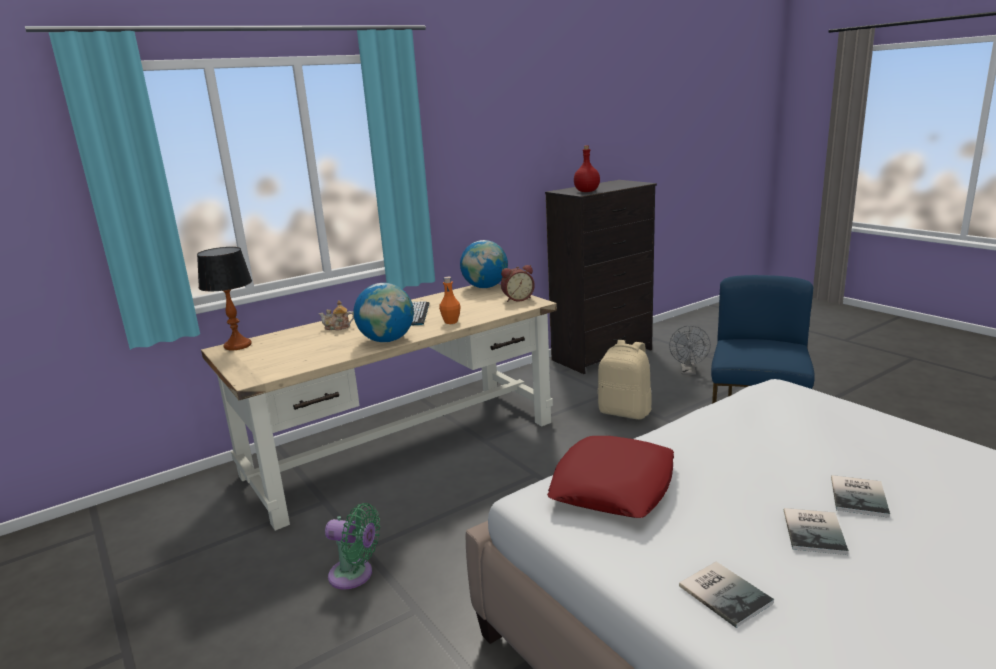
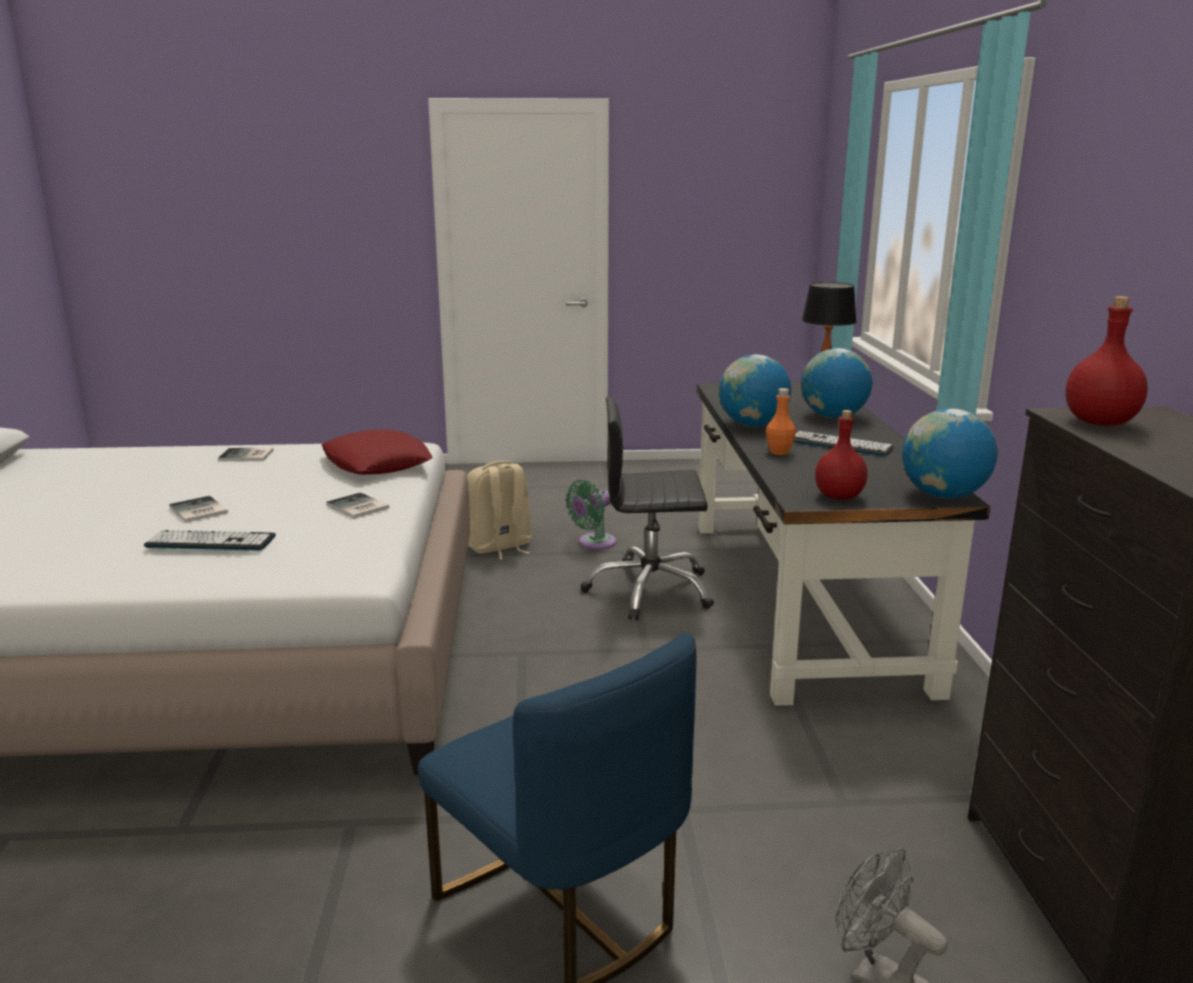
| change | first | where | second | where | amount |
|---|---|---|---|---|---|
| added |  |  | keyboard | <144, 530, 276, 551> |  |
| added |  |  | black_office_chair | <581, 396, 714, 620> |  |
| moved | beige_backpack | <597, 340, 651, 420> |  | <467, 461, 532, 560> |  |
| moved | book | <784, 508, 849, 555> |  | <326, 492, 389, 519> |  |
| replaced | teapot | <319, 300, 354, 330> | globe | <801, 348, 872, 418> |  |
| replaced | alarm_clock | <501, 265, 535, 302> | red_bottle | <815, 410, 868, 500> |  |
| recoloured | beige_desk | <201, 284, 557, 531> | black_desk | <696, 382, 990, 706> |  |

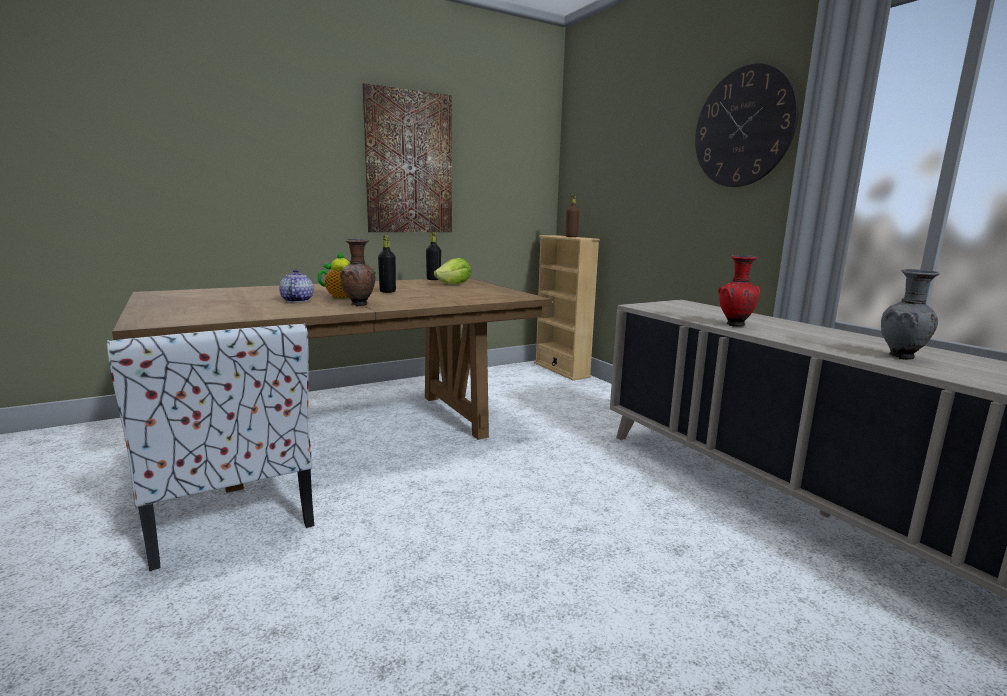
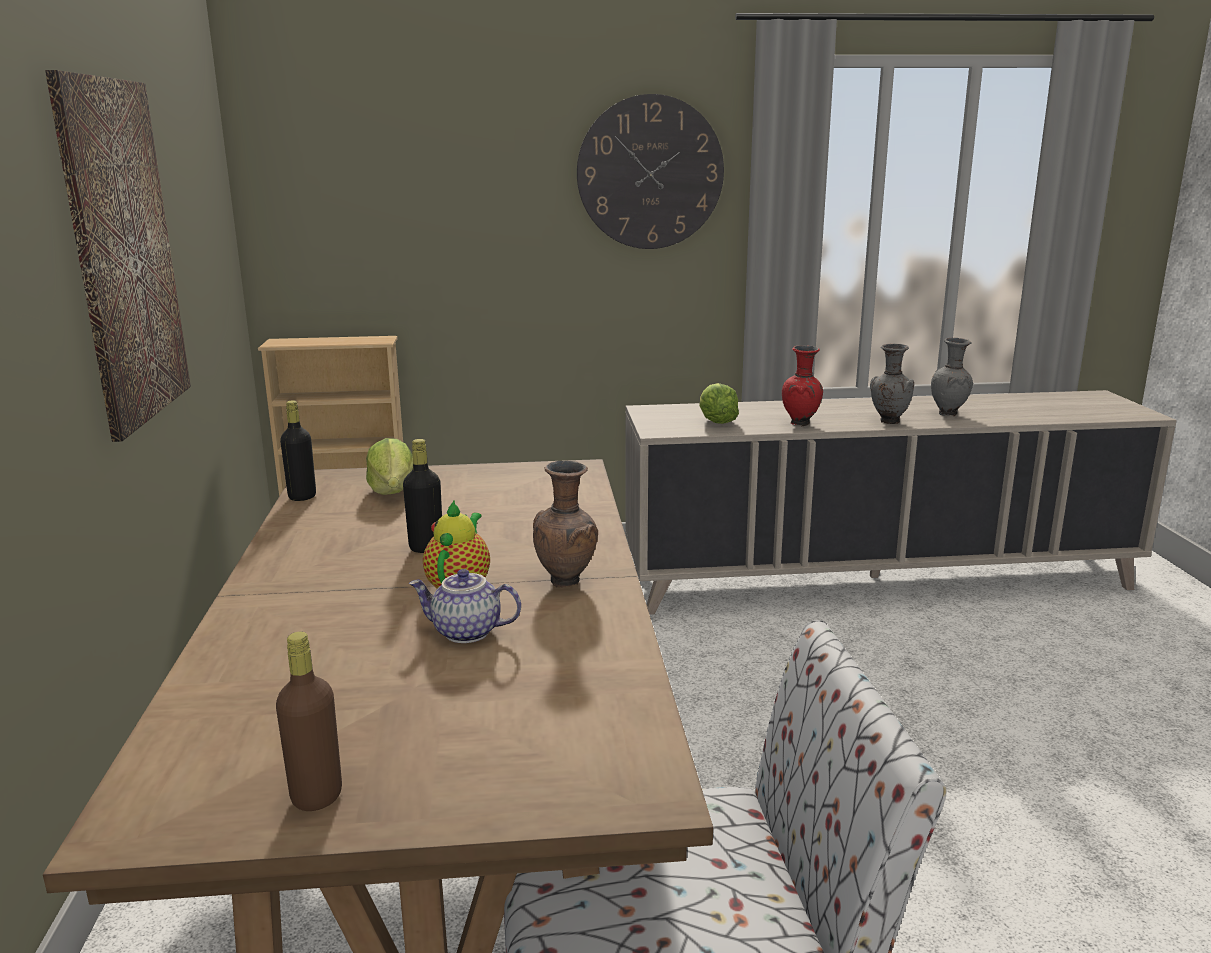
| change | first | where | second | where | amount |
|---|---|---|---|---|---|
| added |  |  | lettuce | <699, 383, 739, 424> |  |
| added |  |  | grey_vase | <870, 343, 914, 424> |  |
| moved | brown_bottle | <566, 195, 580, 237> |  | <276, 632, 342, 811> |  |

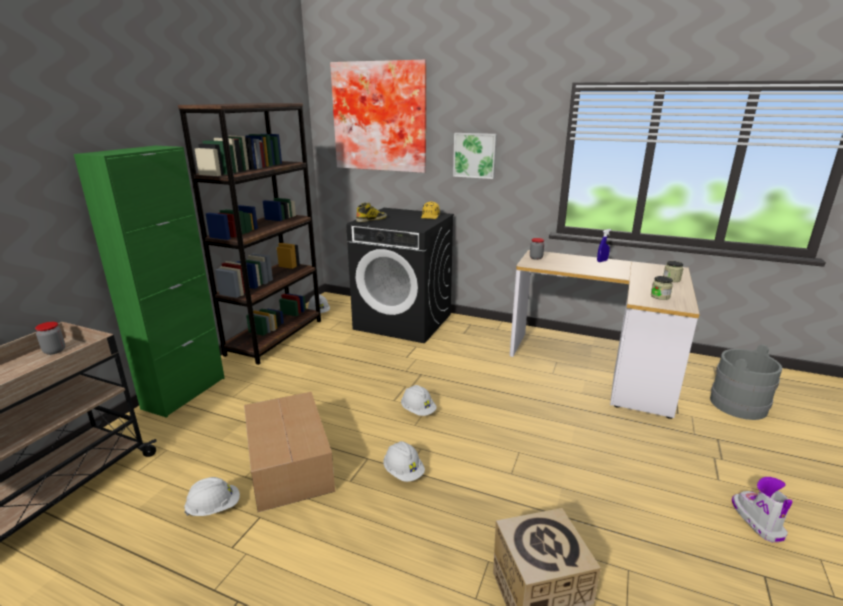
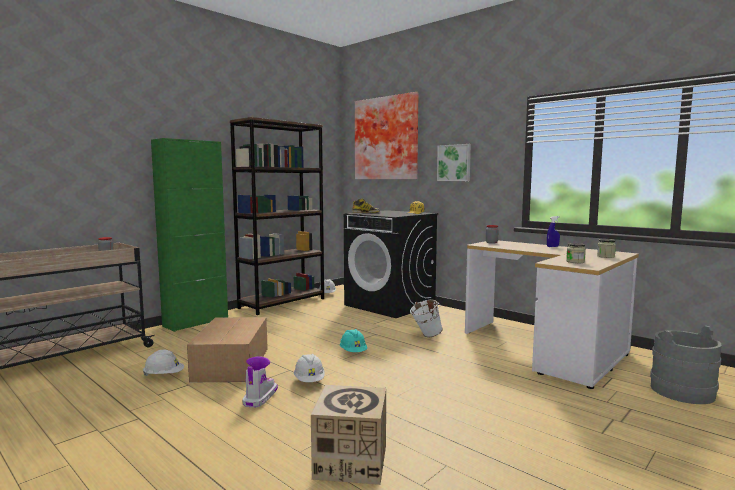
| change | first | where | second | where | amount |
|---|---|---|---|---|---|
| added |  |  | white_bucket | <410, 300, 443, 337> |  |
| moved | boot | <732, 477, 792, 542> |  | <242, 356, 278, 408> |  |
| recoloured | white_hard_hat | <401, 385, 437, 416> | turquoise_hard_hat | <340, 329, 367, 352> |  |

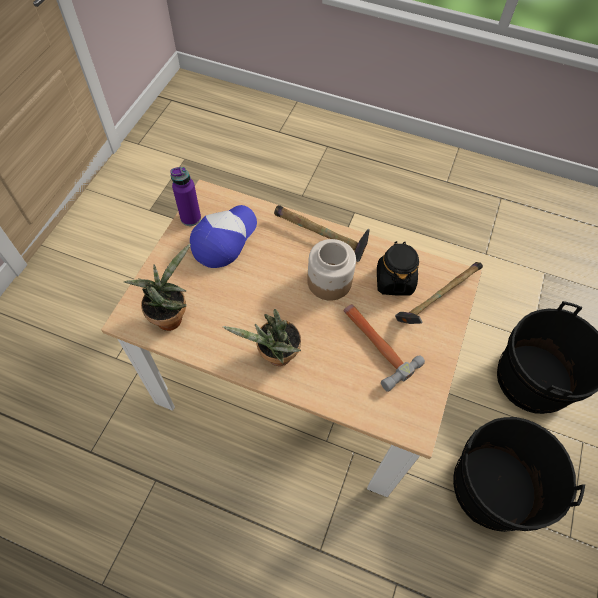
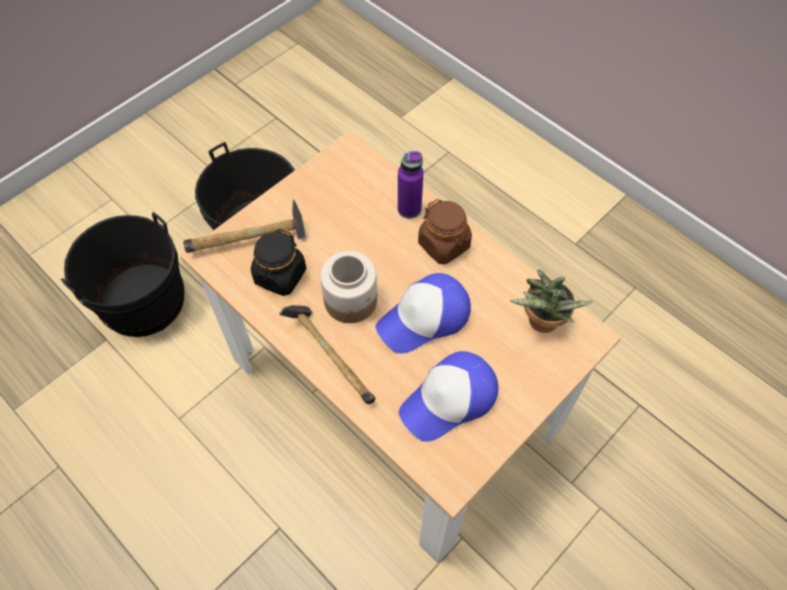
| change | first | where | second | where | amount |
|---|---|---|---|---|---|
| removed | hammer | <343, 304, 425, 392> |  |  |  |
| added |  |  | cap | <375, 273, 471, 354> |  |
| moved | purple_bottle | <170, 167, 201, 226> |  | <398, 151, 423, 219> |  |
| replaced | potted_plant | <222, 309, 301, 366> | brown_jar | <418, 199, 472, 264> |  |

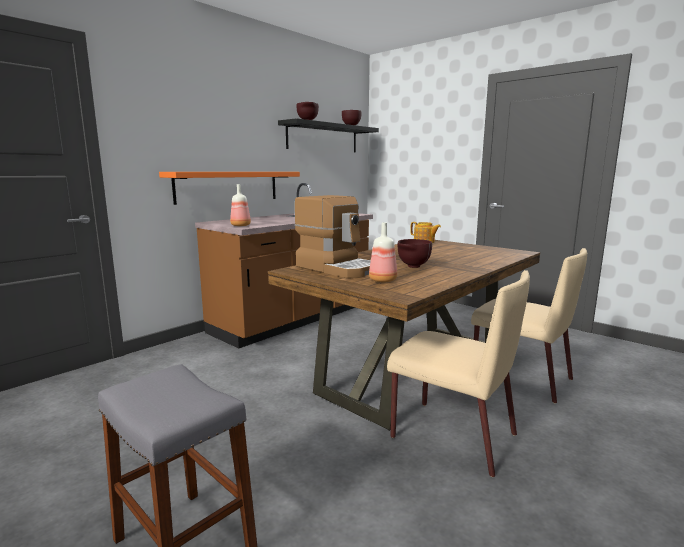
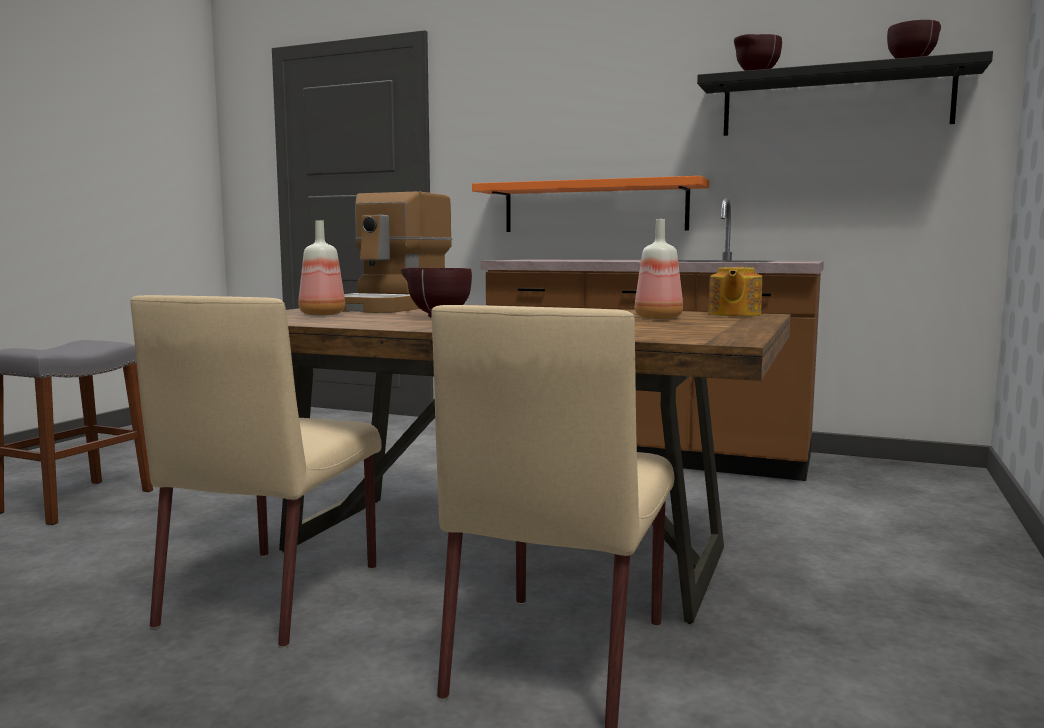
| change | first | where | second | where | amount |
|---|---|---|---|---|---|
| moved | bottle | <230, 184, 251, 226> |  | <635, 219, 683, 319> |  |

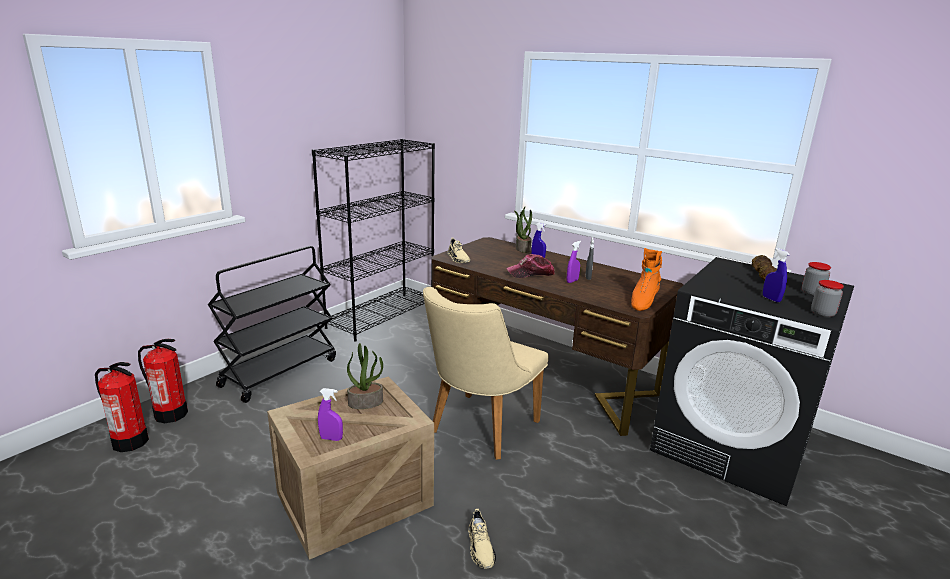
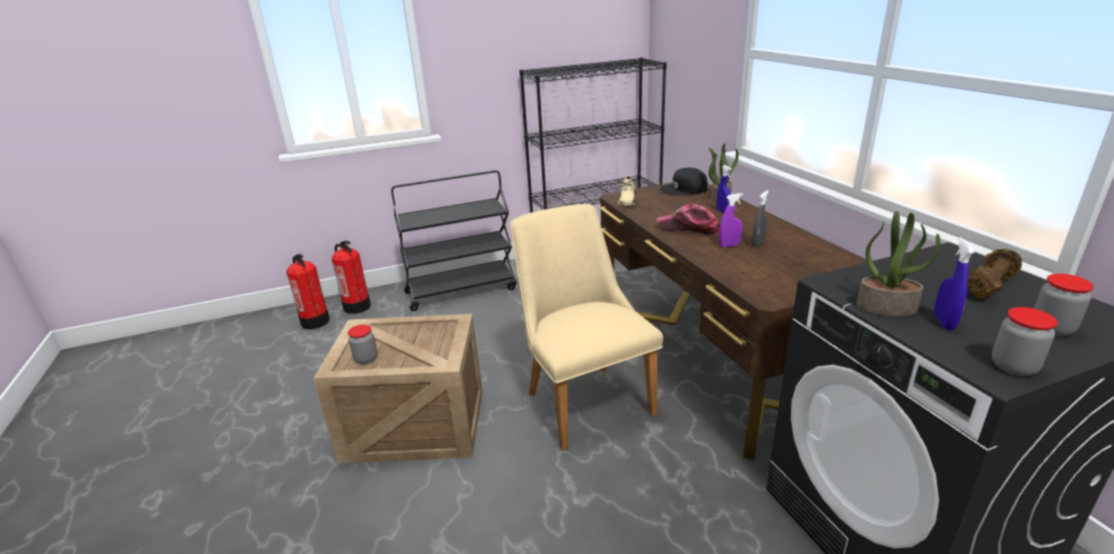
| change | first | where | second | where | amount |
|---|---|---|---|---|---|
| removed | beige_shoe | <468, 509, 496, 569> |  |  |  |
| removed | orange_boot | <631, 248, 662, 311> |  |  |  |
| added |  |  | black_cap | <660, 168, 708, 196> |  |
| moved | potted_plant | <347, 343, 383, 409> |  | <857, 211, 940, 316> |  |
| replaced | purple_spray_bottle | <318, 388, 343, 441> | jar | <348, 324, 377, 364> |  |
| turned | beige_chair | <423, 287, 549, 460> |  | <510, 204, 663, 451> | 90 degrees clockwise |

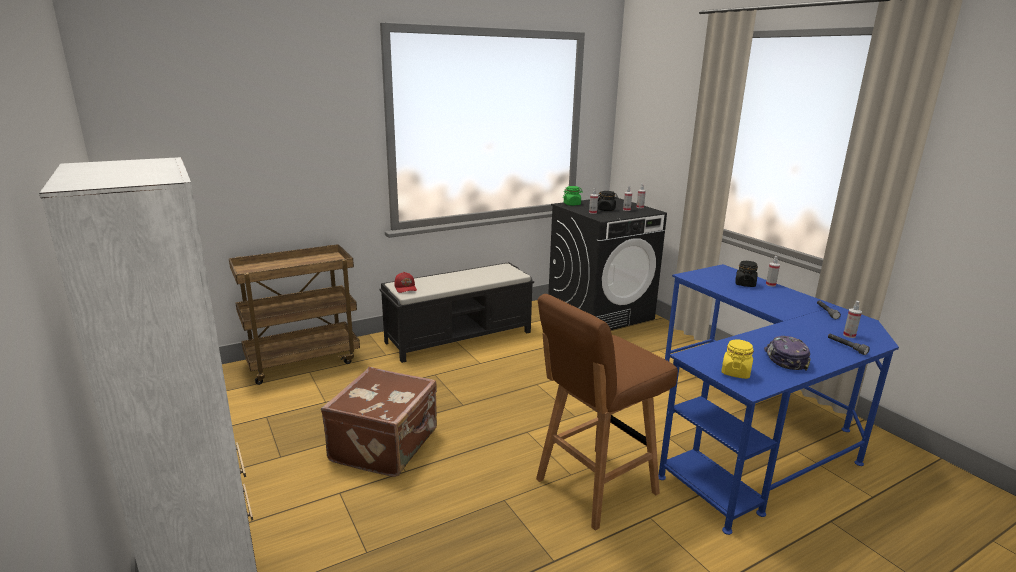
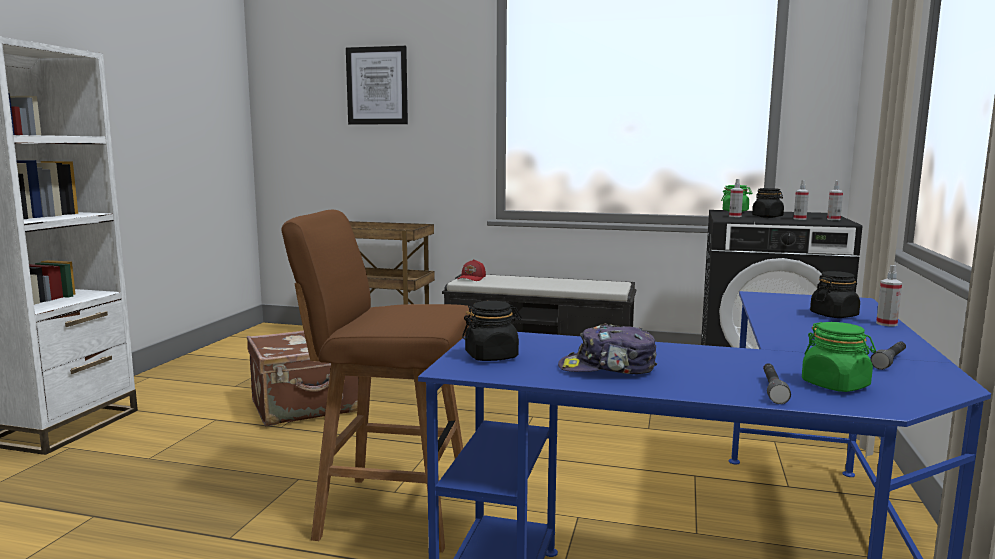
| change | first | where | second | where | amount |
|---|---|---|---|---|---|
| added |  |  | picture | <346, 46, 408, 124> |  |
| replaced | spray_bottle | <843, 301, 862, 338> | green_jar | <802, 322, 876, 392> |  |
| recoloured | yellow_jar | <721, 339, 754, 379> | black_jar | <462, 301, 522, 361> |  |
| turned | cap | <764, 336, 811, 371> |  | <558, 323, 657, 374> | 135 degrees counterclockwise |

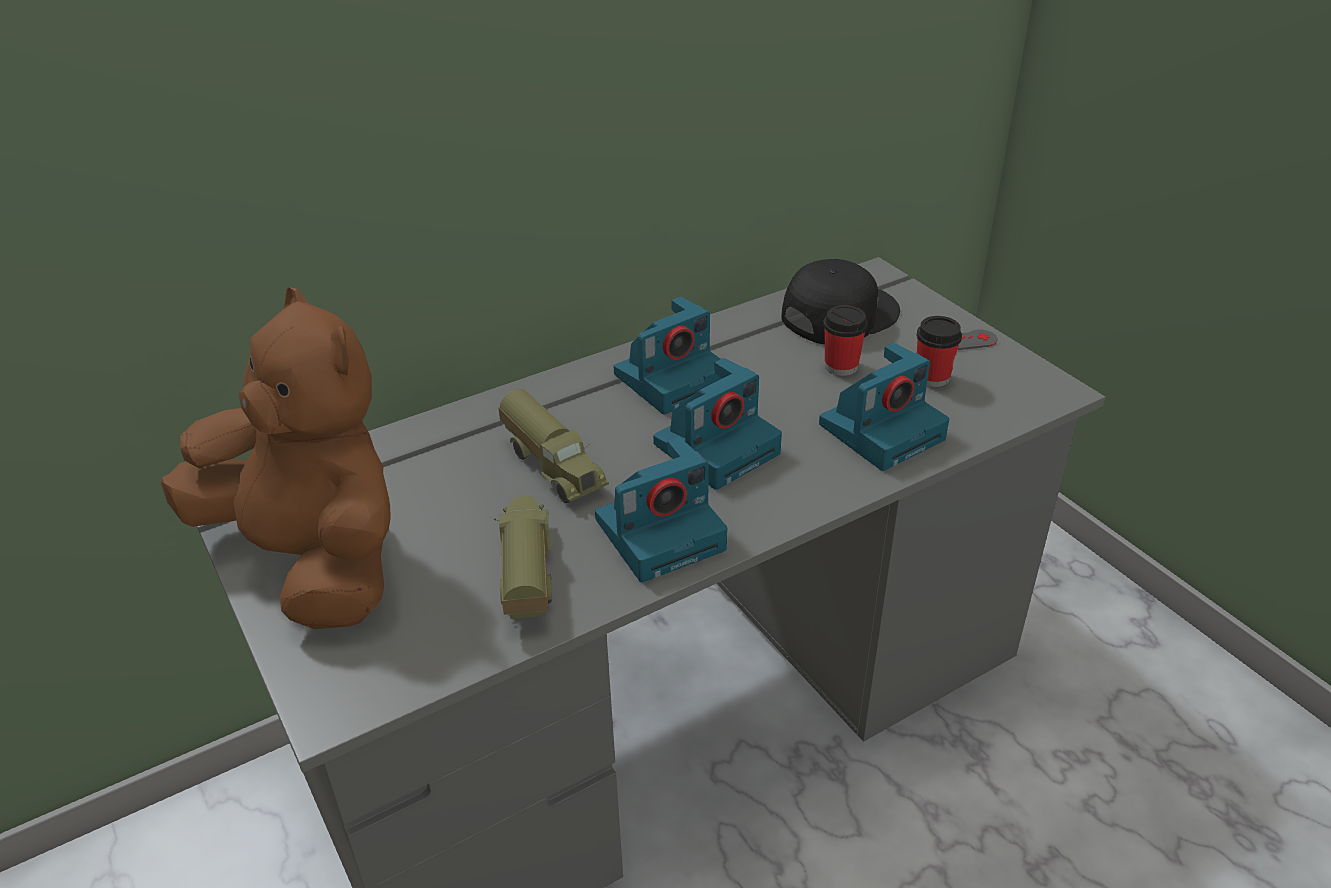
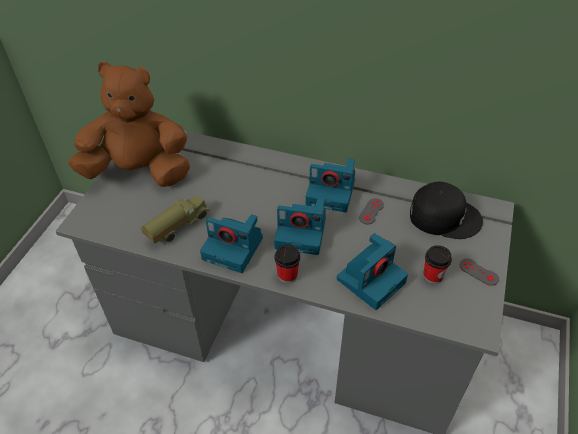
| change | first | where | second | where | amount |
|---|---|---|---|---|---|
| removed | toy_truck | <498, 389, 609, 503> |  |  |  |
| added |  |  | grey_game_controller | <359, 198, 384, 225> |  |
| moved | cup | <823, 305, 868, 376> |  | <274, 245, 300, 283> |  |
| turned | brown_plush_toy | <161, 287, 390, 629> |  | <68, 61, 190, 187> | 90 degrees counterclockwise |
| turned | photo_camera | <819, 343, 949, 471> |  | <337, 233, 408, 310> | 60 degrees counterclockwise |

